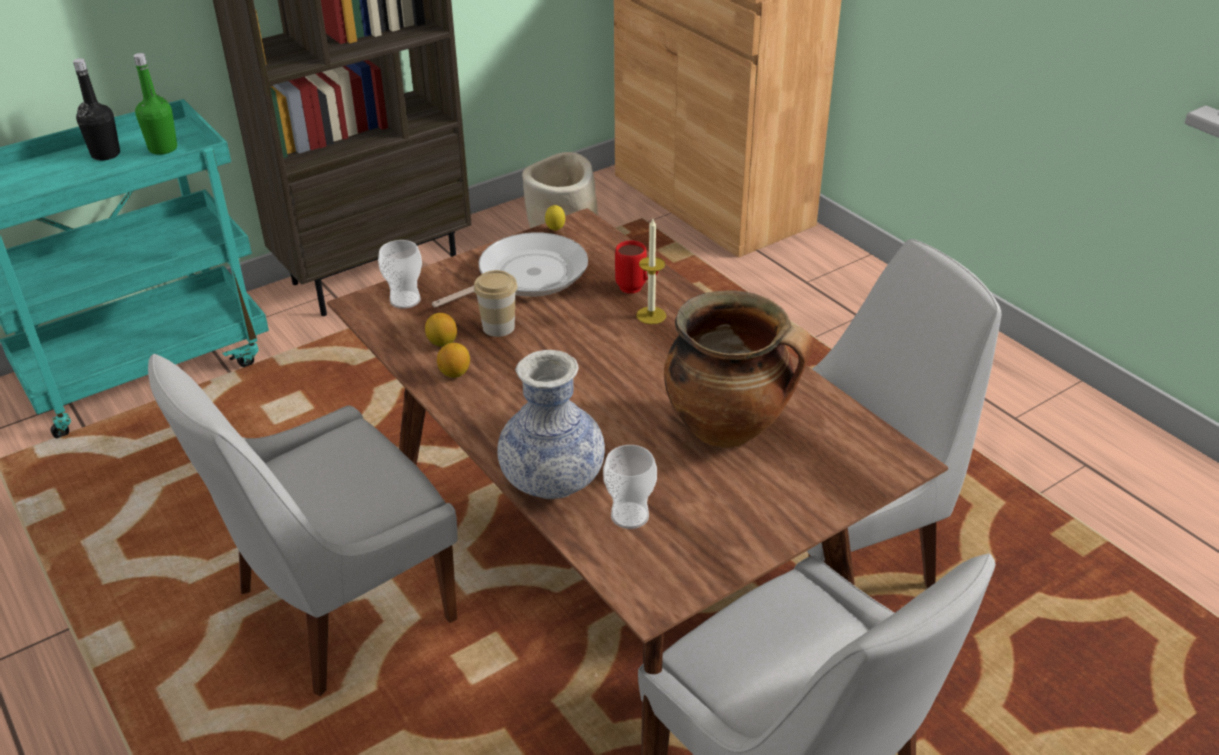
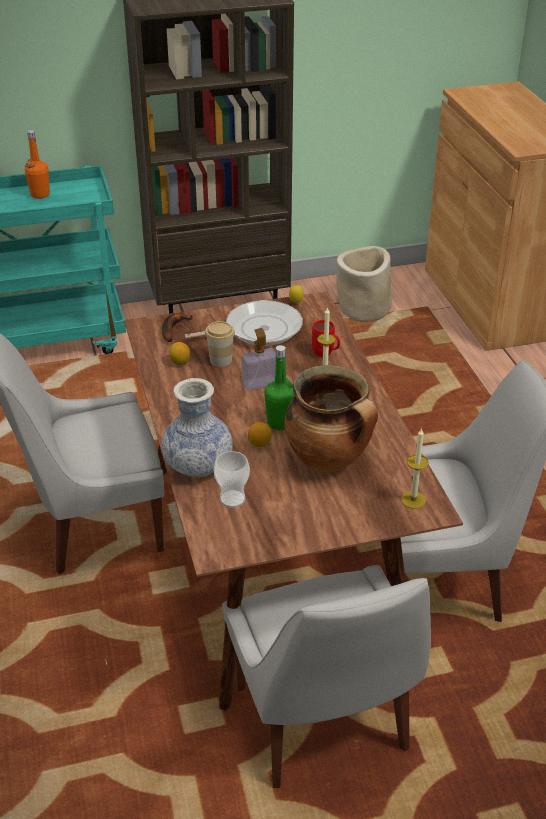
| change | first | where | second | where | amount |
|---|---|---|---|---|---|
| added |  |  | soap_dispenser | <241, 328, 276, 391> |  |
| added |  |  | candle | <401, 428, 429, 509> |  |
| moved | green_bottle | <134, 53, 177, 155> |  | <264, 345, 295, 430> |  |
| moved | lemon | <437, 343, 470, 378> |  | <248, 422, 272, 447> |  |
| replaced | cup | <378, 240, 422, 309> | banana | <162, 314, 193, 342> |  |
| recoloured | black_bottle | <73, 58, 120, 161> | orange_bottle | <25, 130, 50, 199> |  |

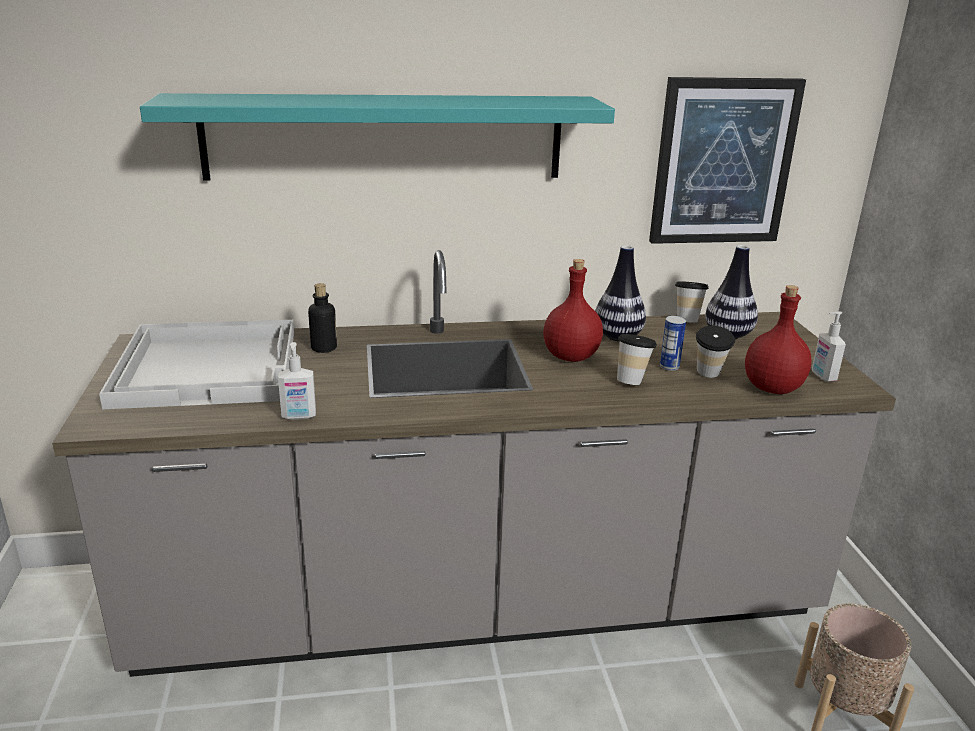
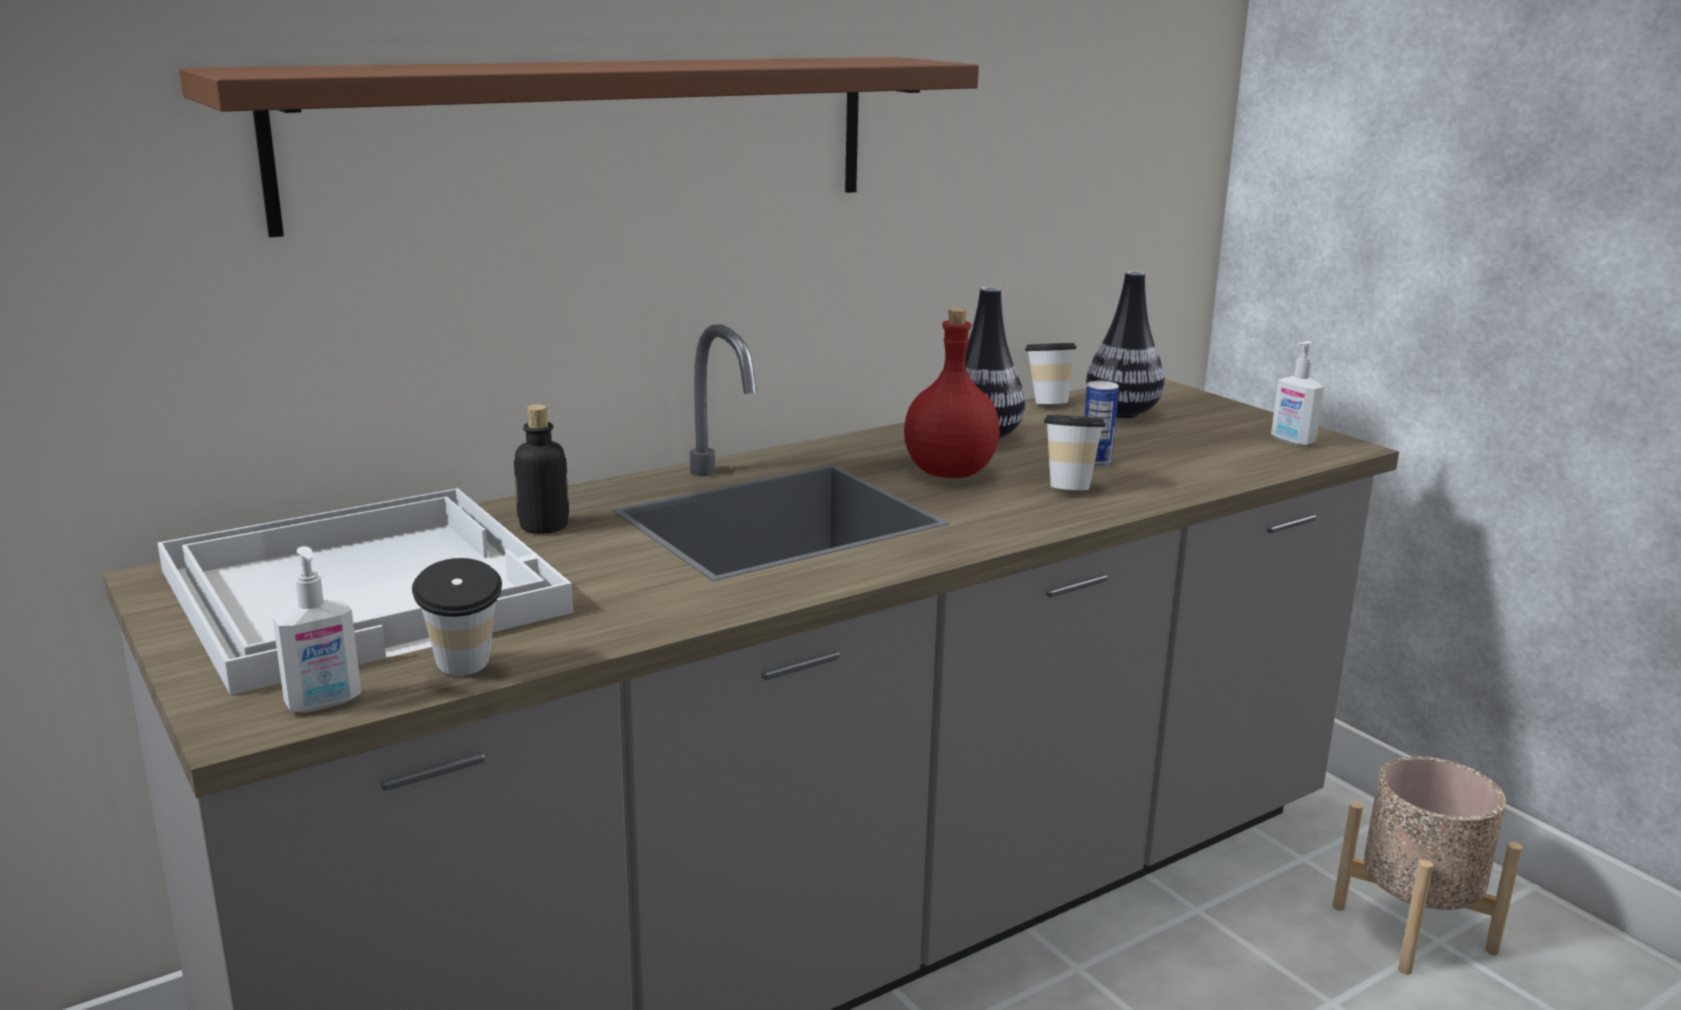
| change | first | where | second | where | amount |
|---|---|---|---|---|---|
| removed | picture | <649, 77, 806, 244> |  |  |  |
| removed | red_bottle | <745, 285, 812, 394> |  |  |  |
| moved | soap_dispenser | <278, 342, 316, 420> |  | <272, 546, 361, 713> |  |
| moved | cup | <696, 326, 735, 378> |  | <412, 558, 502, 676> |  |
| recoloured | turquoise_shelf | <140, 93, 615, 181> | brown_shelf | <179, 57, 979, 237> |  |

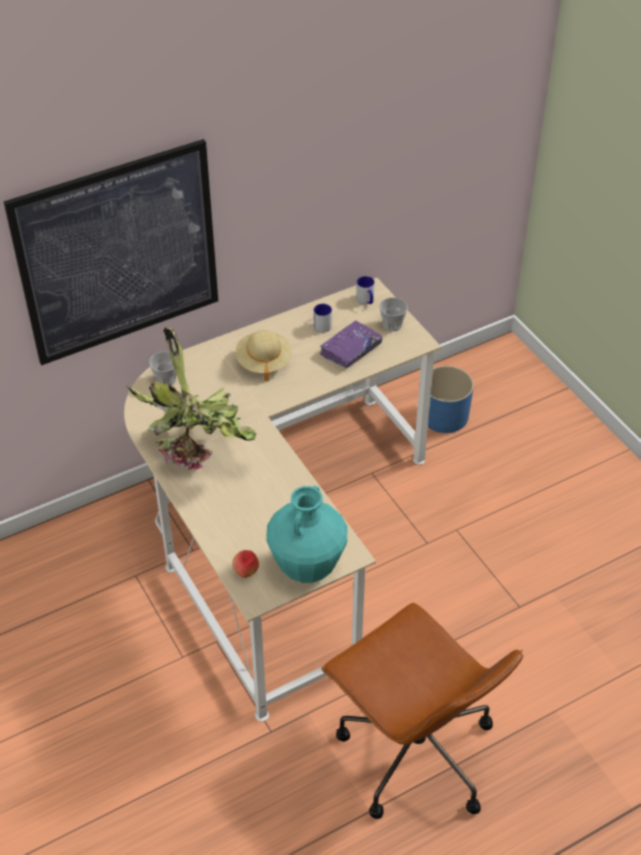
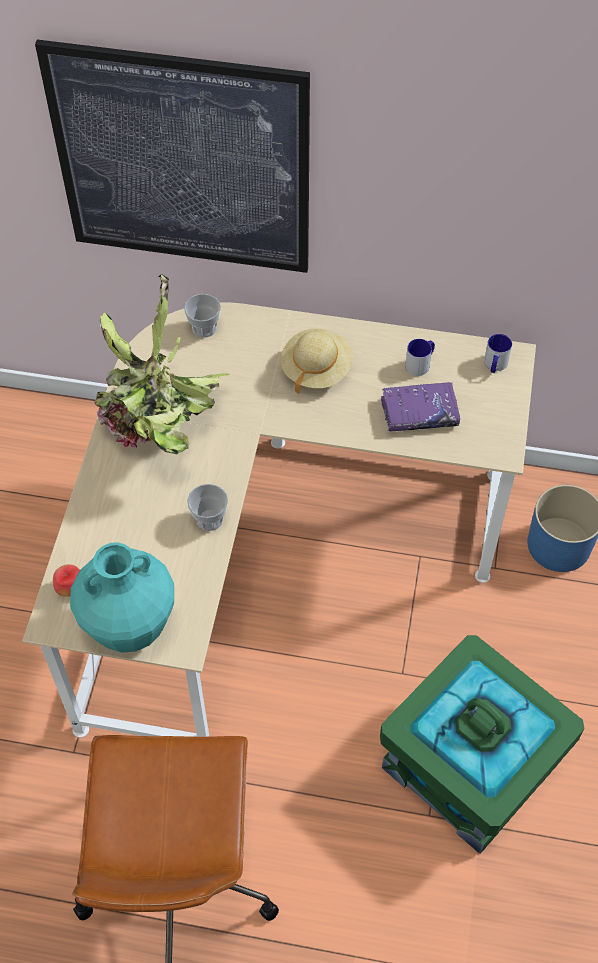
| change | first | where | second | where | amount |
|---|---|---|---|---|---|
| added |  |  | green_storage_box | <380, 635, 585, 854> |  |
| moved | cup | <380, 297, 408, 331> |  | <187, 484, 228, 531> |  |

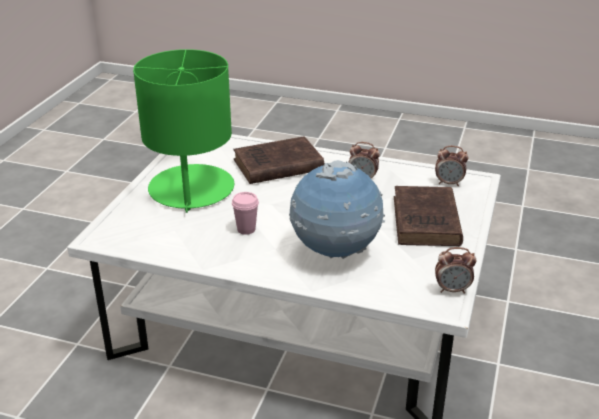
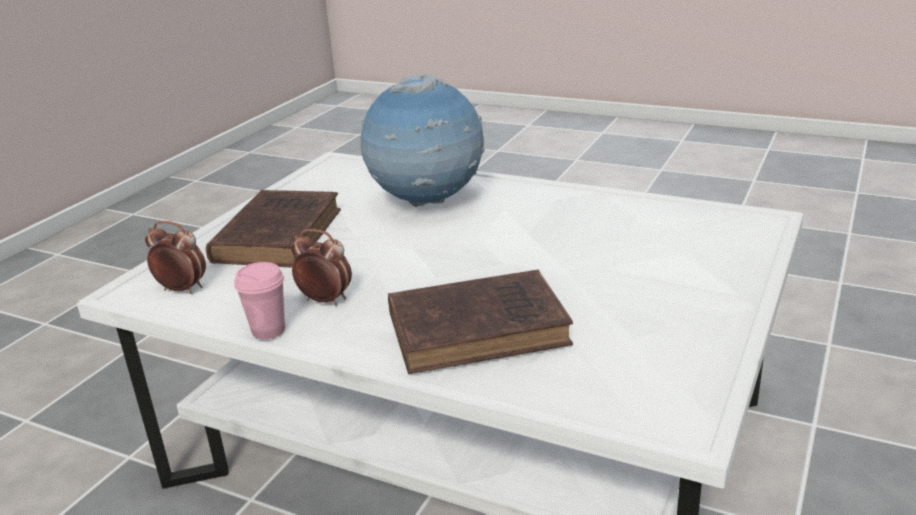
| change | first | where | second | where | amount |
|---|---|---|---|---|---|
| removed | green_table_lamp | <133, 49, 234, 213> |  |  |  |
| removed | alarm_clock | <435, 247, 476, 294> |  |  |  |
| moved | pink_cup | <232, 192, 259, 235> |  | <234, 262, 285, 339> |  |

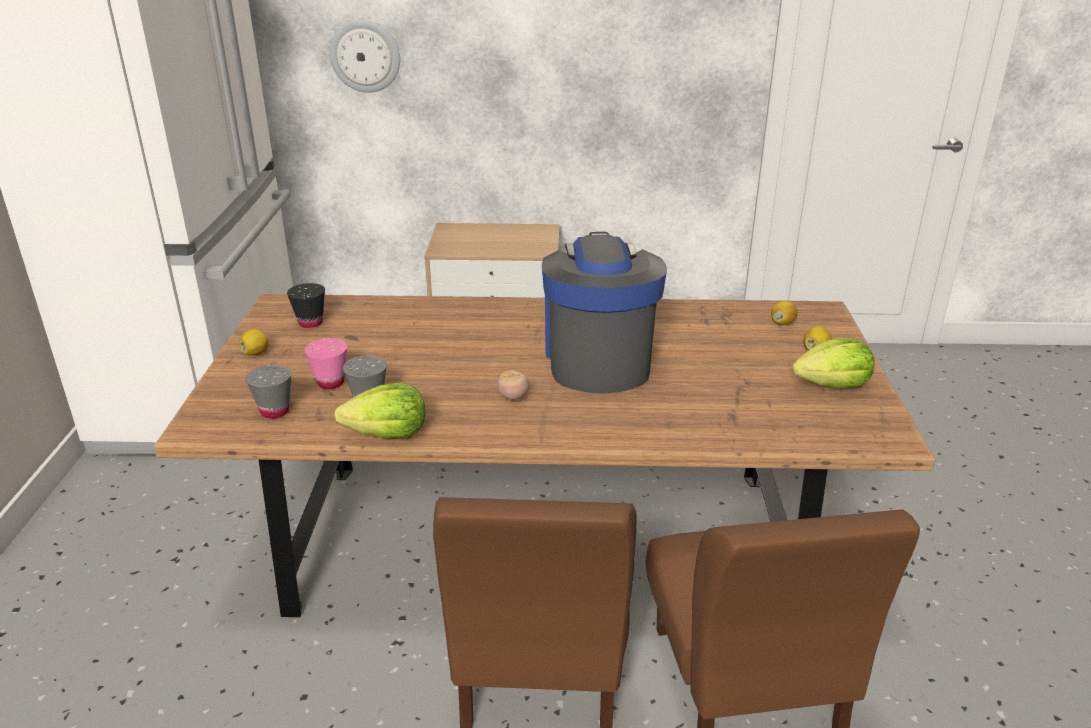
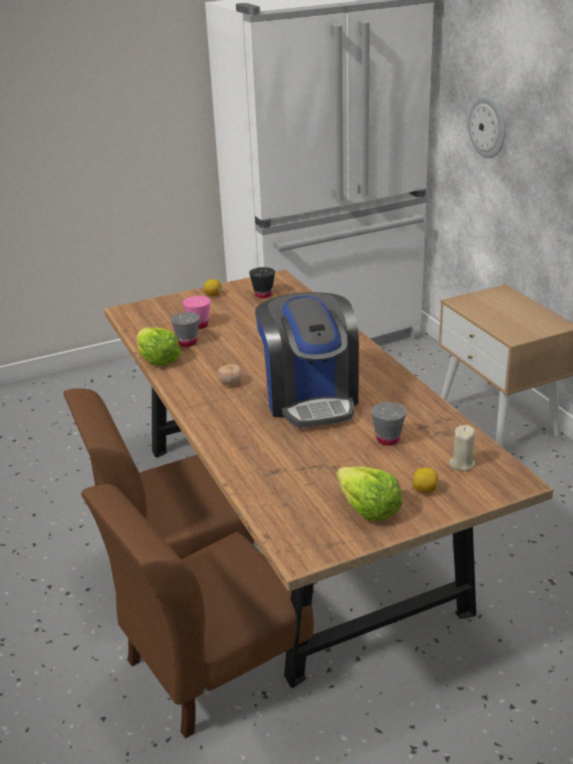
| change | first | where | second | where | amount |
|---|---|---|---|---|---|
| moved | grey_cup | <246, 365, 291, 419> |  | <371, 402, 407, 445> |  |
| replaced | lemon | <771, 301, 798, 325> | beige_candle | <449, 425, 475, 471> |  |
| turned | coffee_machine | <542, 232, 667, 393> |  | <255, 292, 359, 428> | 105 degrees clockwise |

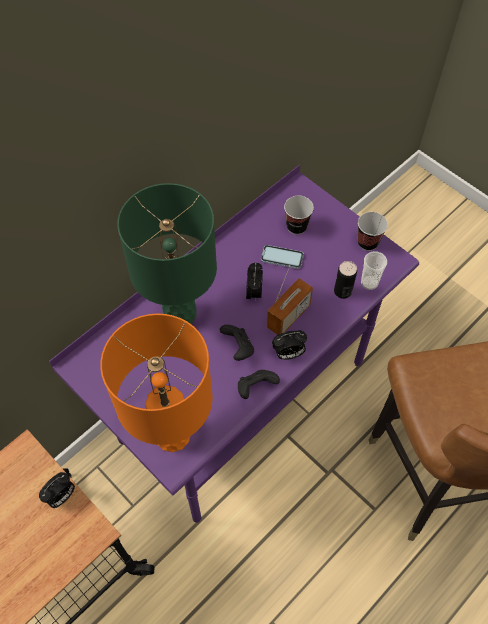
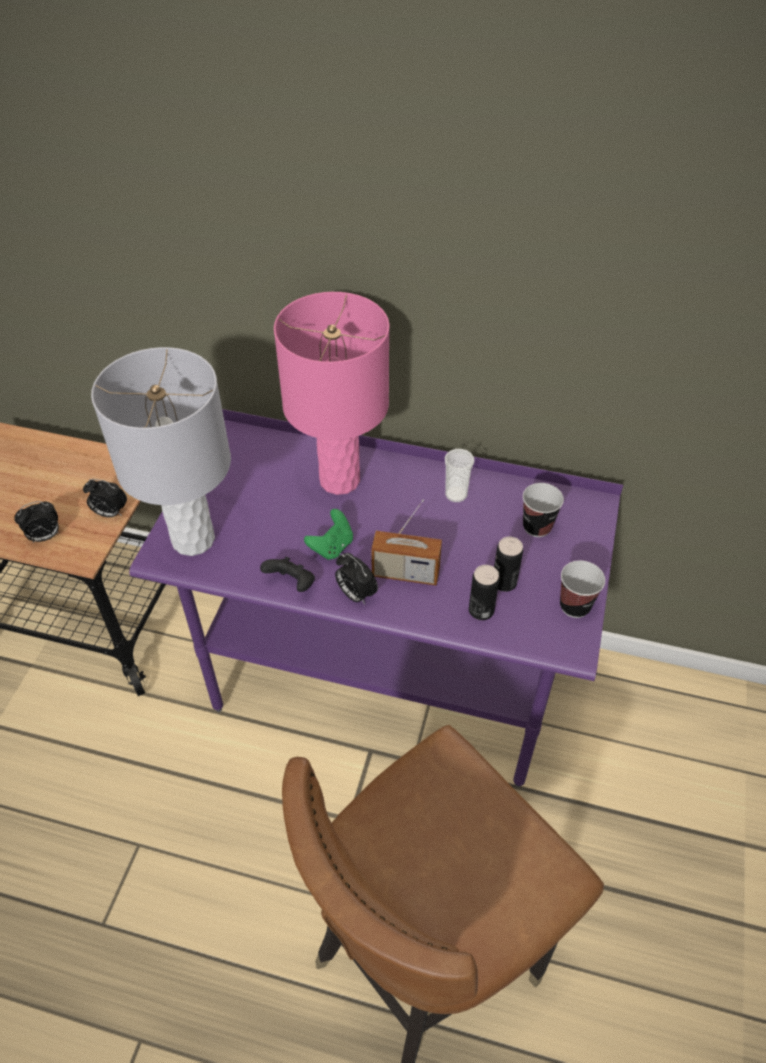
| change | first | where | second | where | amount |
|---|---|---|---|---|---|
| removed | phone | <261, 245, 304, 269> |  |  |  |
| added |  |  | can | <494, 537, 523, 592> |  |
| moved | alarm_clock | <246, 263, 263, 302> |  | <14, 501, 59, 542> |  |
| moved | cup | <361, 251, 387, 290> |  | <445, 449, 474, 502> |  |
| recoloured | orange_table_lamp | <100, 313, 213, 452> | grey_table_lamp | <91, 347, 231, 556> |  |
| recoloured | green_table_lamp | <117, 183, 217, 324> | pink_table_lamp | <274, 292, 389, 495> |  |
| recoloured | black_game_controller | <220, 325, 254, 361> | green_game_controller | <304, 509, 353, 560> |  |

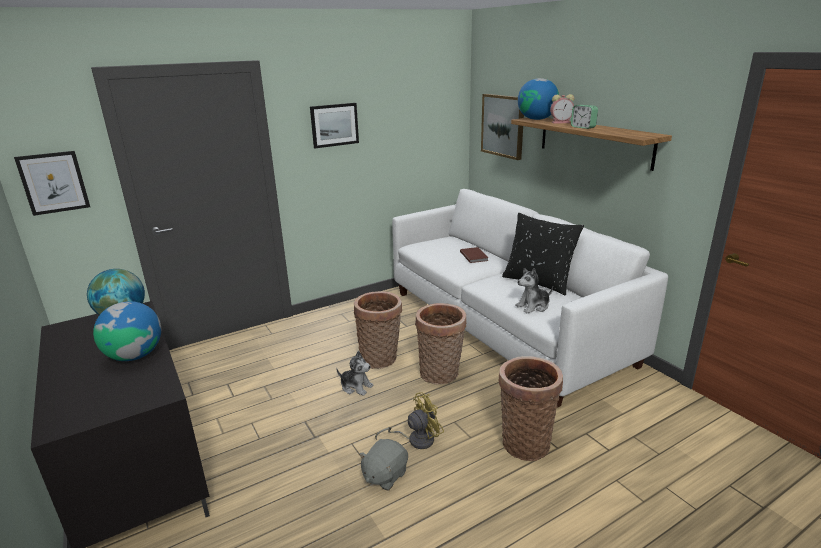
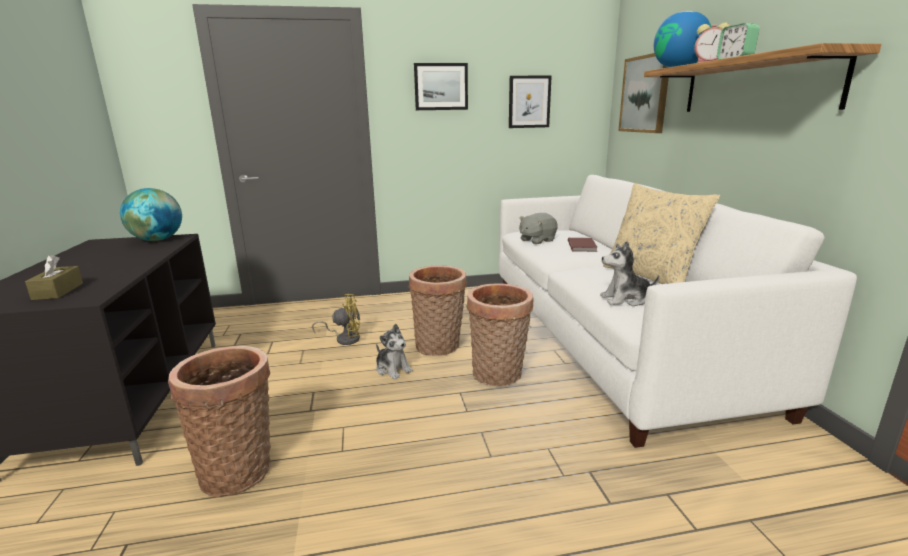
| change | first | where | second | where | amount |
|---|---|---|---|---|---|
| removed | globe | <93, 301, 161, 361> |  |  |  |
| added |  |  | brown_tissue_box | <25, 255, 83, 300> |  |
| moved | picture | <14, 151, 90, 216> |  | <509, 76, 552, 128> |  |
| moved | grey_plush_toy | <359, 439, 408, 490> |  | <519, 213, 558, 244> |  |
| moved | yellow_fan | <375, 392, 444, 449> |  | <312, 294, 360, 345> |  |
| moved | basket | <499, 356, 563, 461> |  | <168, 346, 271, 497> |  |
| recoloured | black_pillow | <502, 213, 584, 295> | beige_pillow | <603, 183, 720, 284> |  |

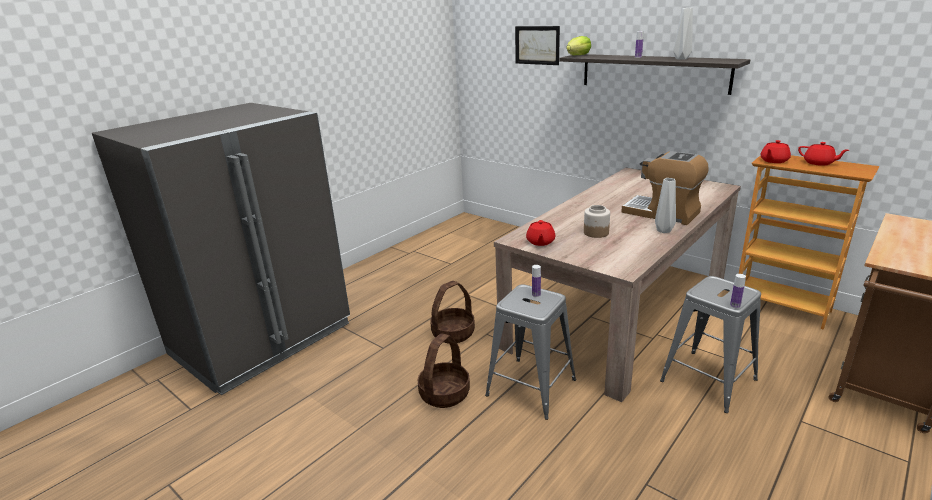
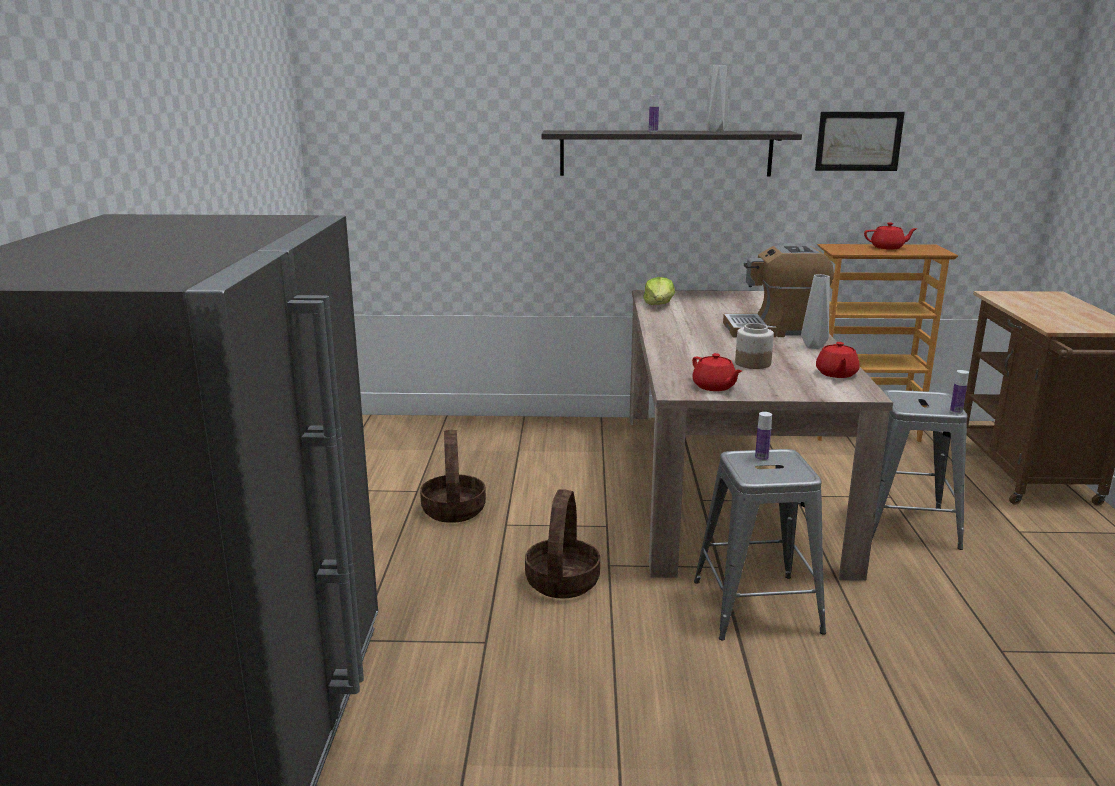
| change | first | where | second | where | amount |
|---|---|---|---|---|---|
| moved | basket | <417, 333, 470, 408> |  | <420, 430, 486, 523> |  |
| moved | picture | <515, 26, 560, 65> |  | <815, 112, 905, 171> |  |
| moved | lettuce | <567, 36, 591, 55> |  | <643, 277, 675, 305> |  |
| moved | red_teapot | <761, 140, 791, 163> |  | <816, 342, 860, 378> |  |

